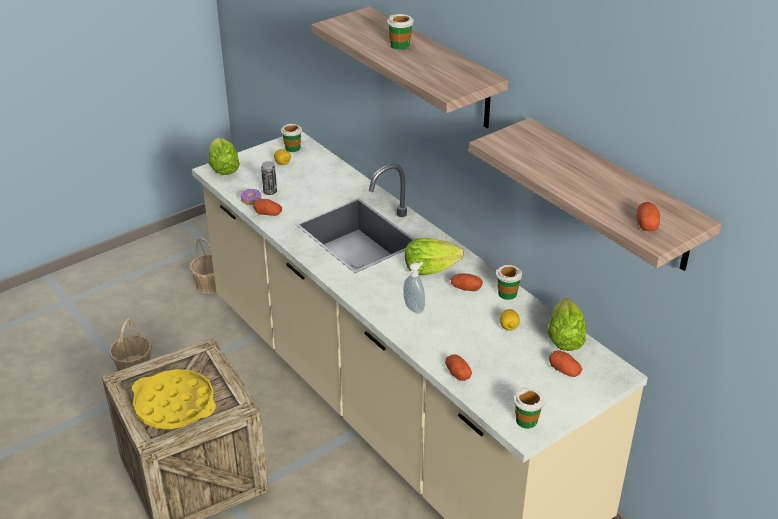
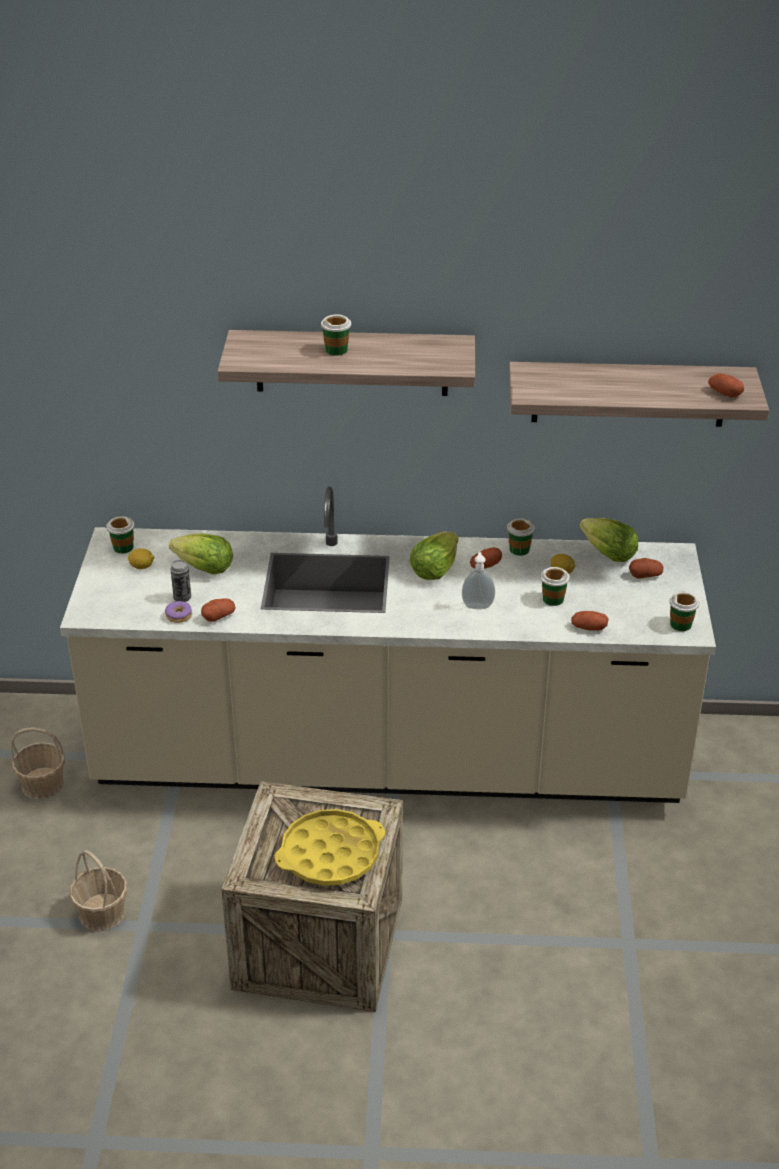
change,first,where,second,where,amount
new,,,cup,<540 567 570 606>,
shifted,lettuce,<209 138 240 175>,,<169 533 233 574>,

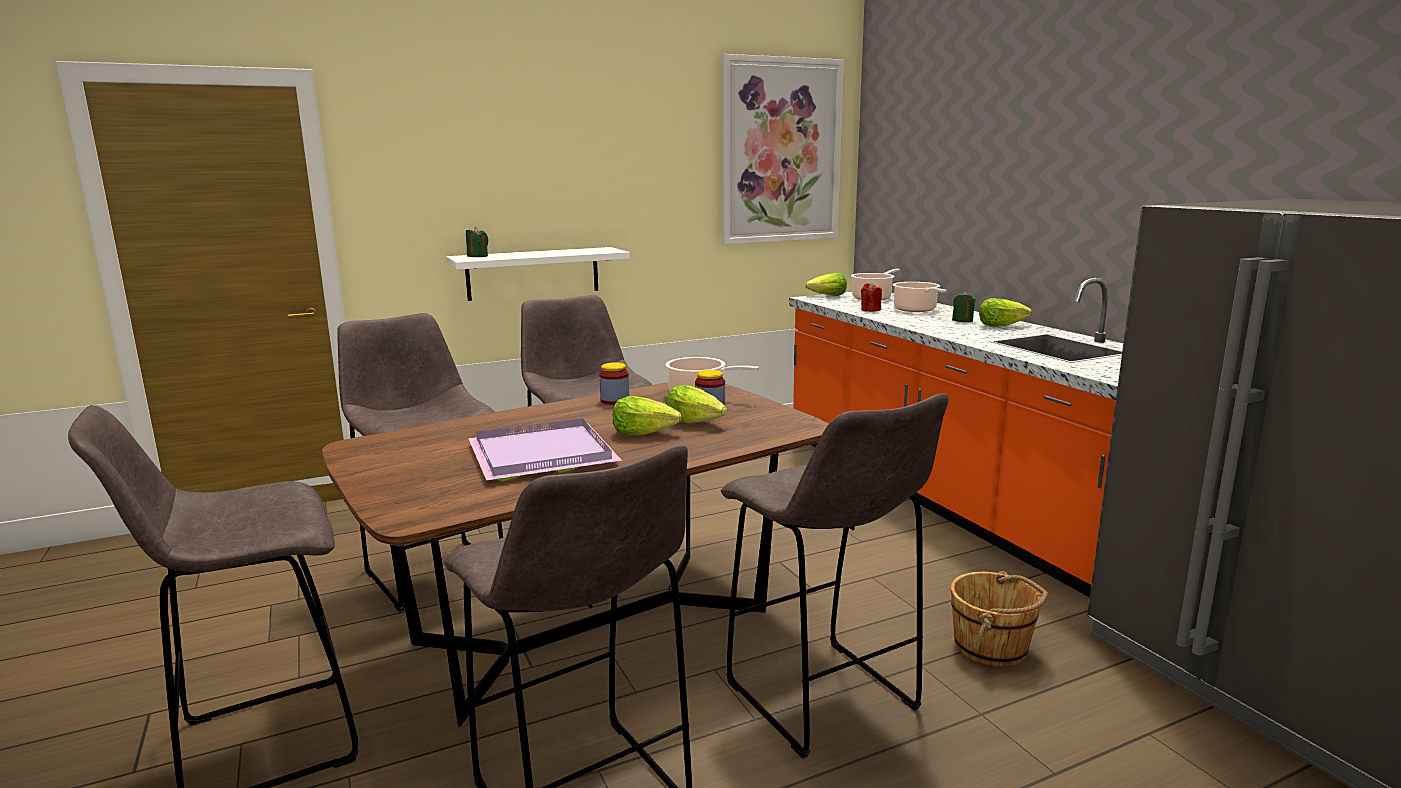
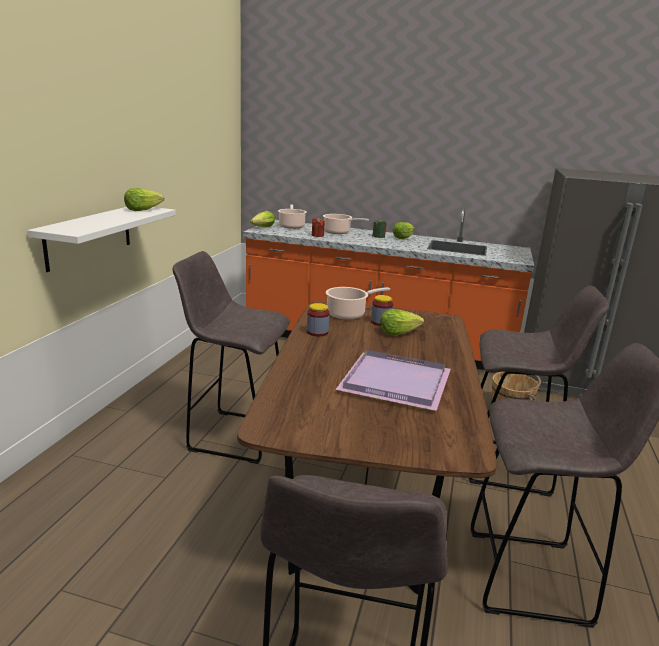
change,first,where,second,where,amount
gone,stool in grey,<337 313 503 612>,,,
gone,candle in green,<466 227 488 257>,,,
gone,picture,<722 54 844 244>,,,
shifted,lettuce,<613 396 682 435>,,<124 188 164 211>,

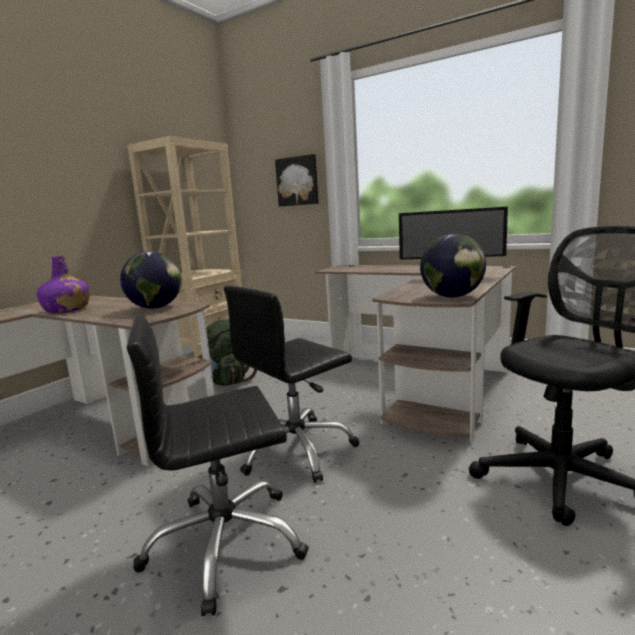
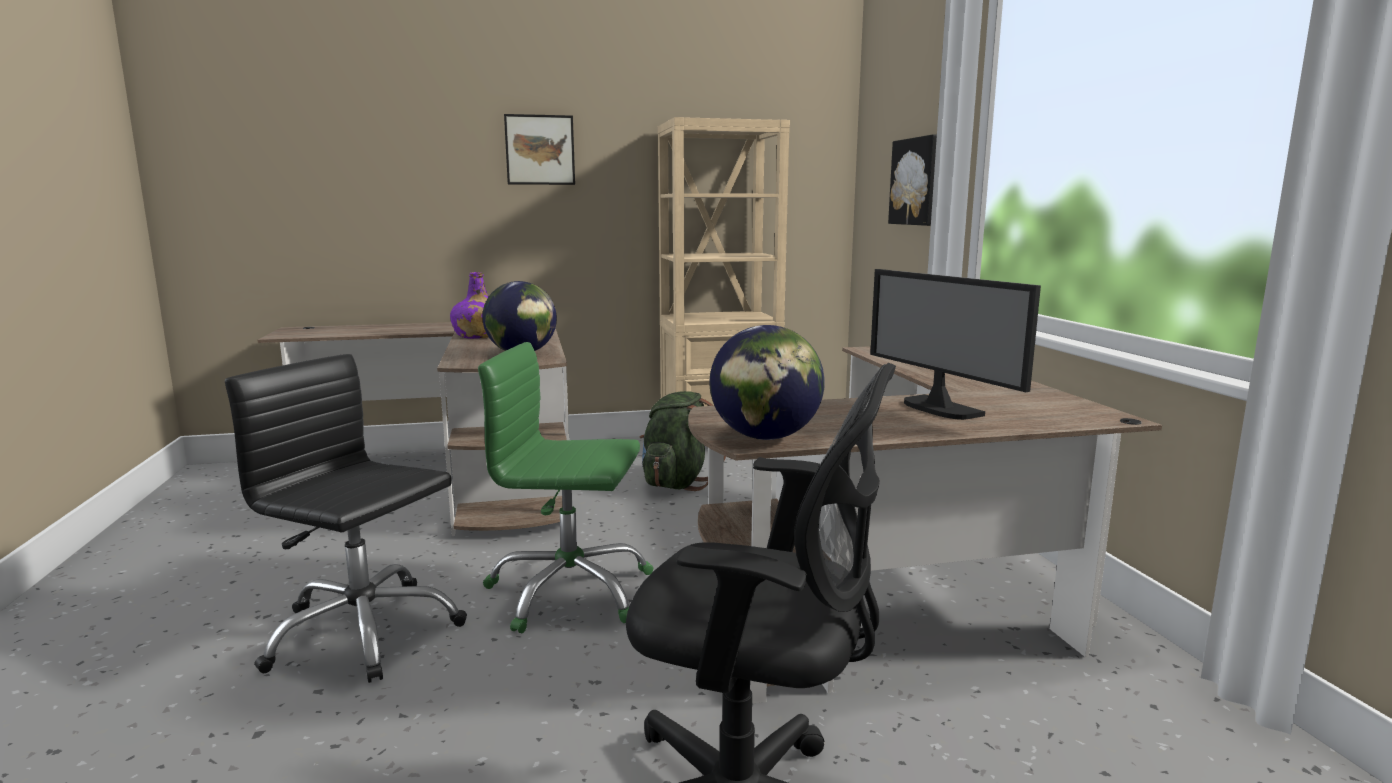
change,first,where,second,where,amount
new,,,picture,<504 114 575 185>,
repainted,office chair in black,<224 286 360 483>,office chair in green,<478 342 653 633>,

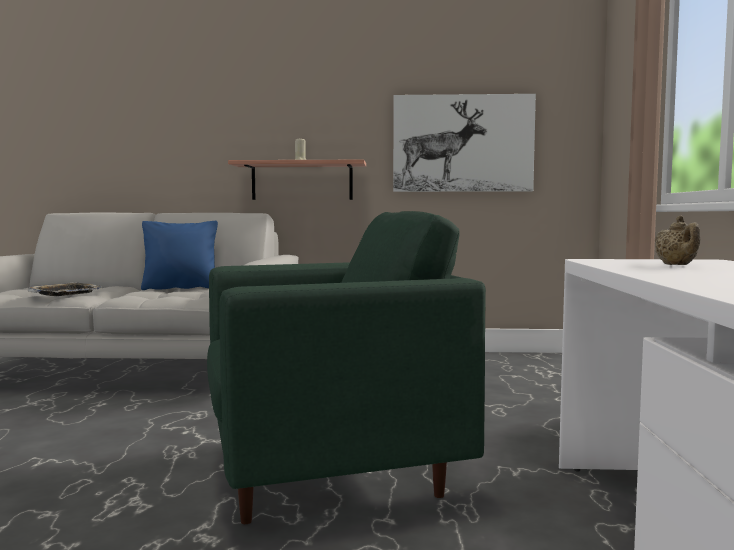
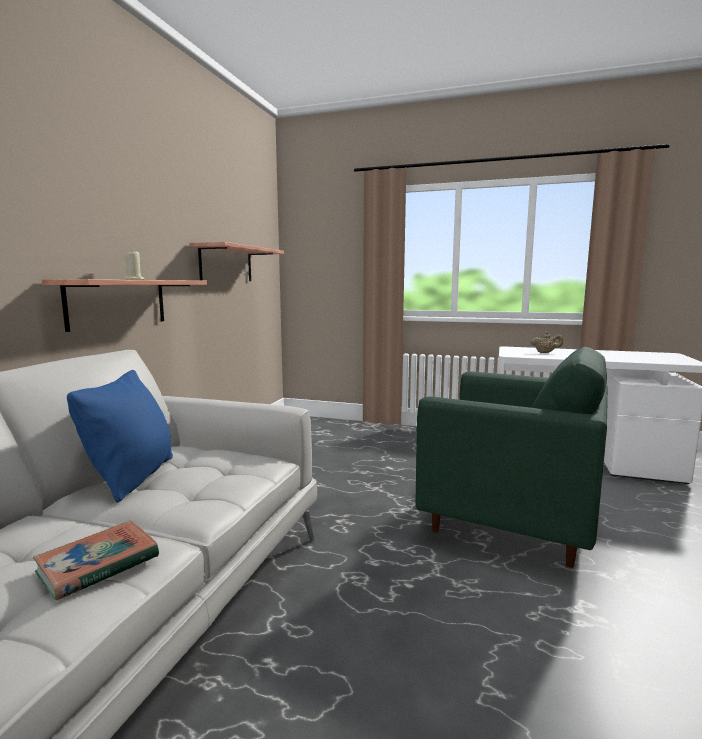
change,first,where,second,where,amount
swapped,tray,<28 283 102 296>,book,<33 521 159 601>,
swapped,picture,<393 94 536 192>,shelf,<189 242 284 281>,
rotated,armchair in green,<207 211 486 524>,,<416 347 608 568>,120 degrees clockwise

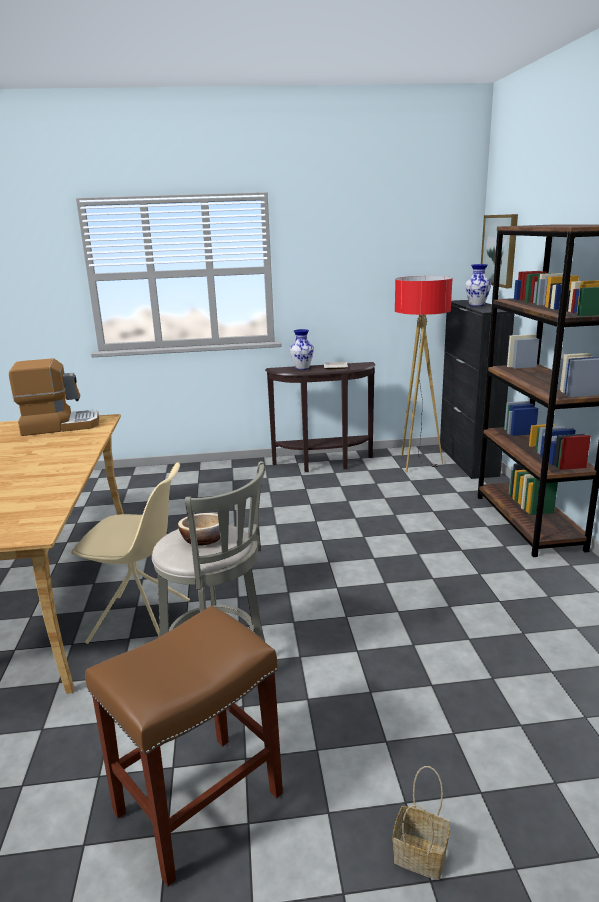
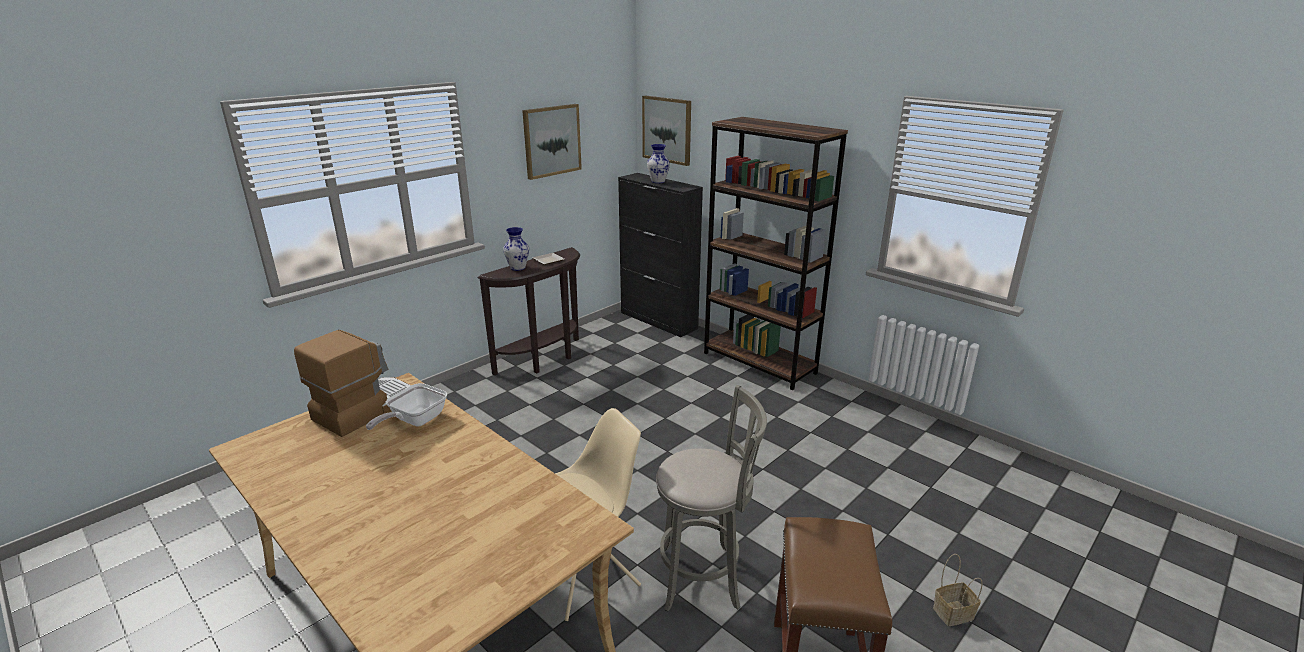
change,first,where,second,where,amount
gone,bowl,<178 513 220 546>,,,
gone,floor lamp,<395 276 452 472>,,,
new,,,frying pan,<366 383 447 430>,
new,,,picture,<522 104 582 180>,

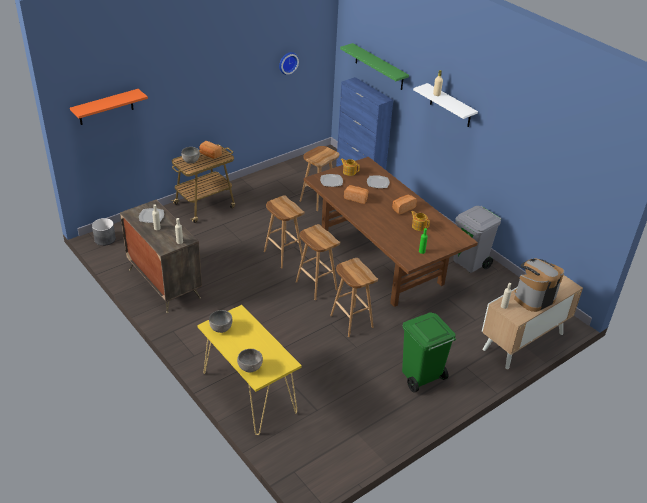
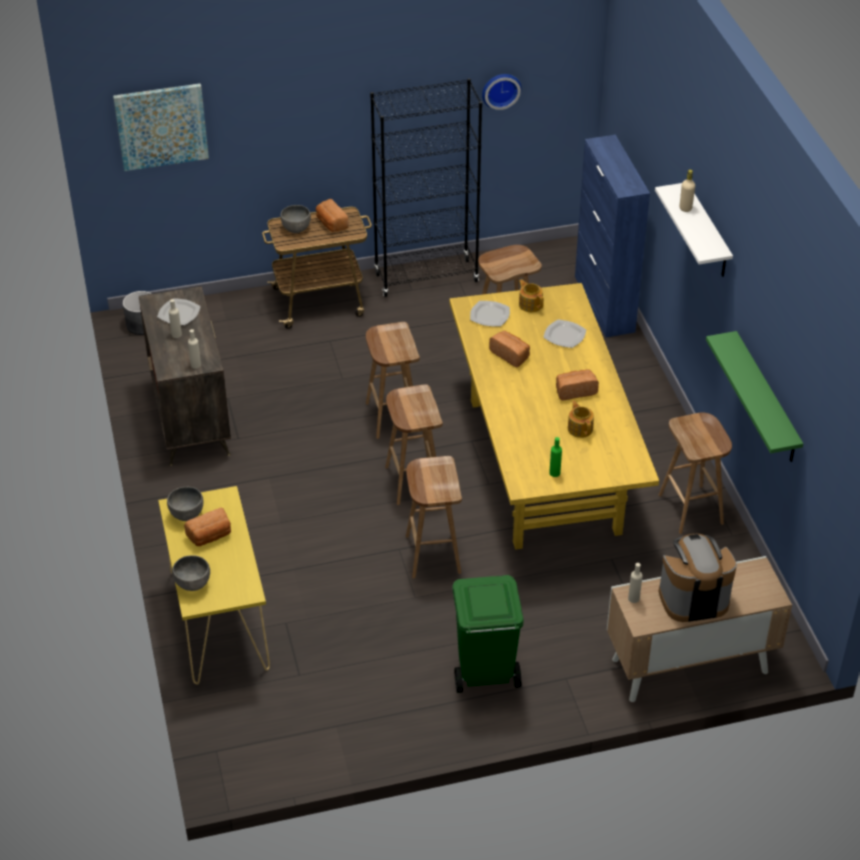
change,first,where,second,where,amount
new,,,bread,<184 507 231 546>,
new,,,bookcase in black,<370 78 482 297>,
shifted,shelf in green,<340 43 409 90>,,<706 331 803 462>,
swapped,shelf in orange,<70 89 148 125>,picture,<113 84 209 171>,
swapped,trash can in grey,<453 206 502 273>,stool in brown,<659 413 732 534>,
repainted,dining table in brown,<304 157 478 307>,dining table in yellow,<450 283 659 550>,

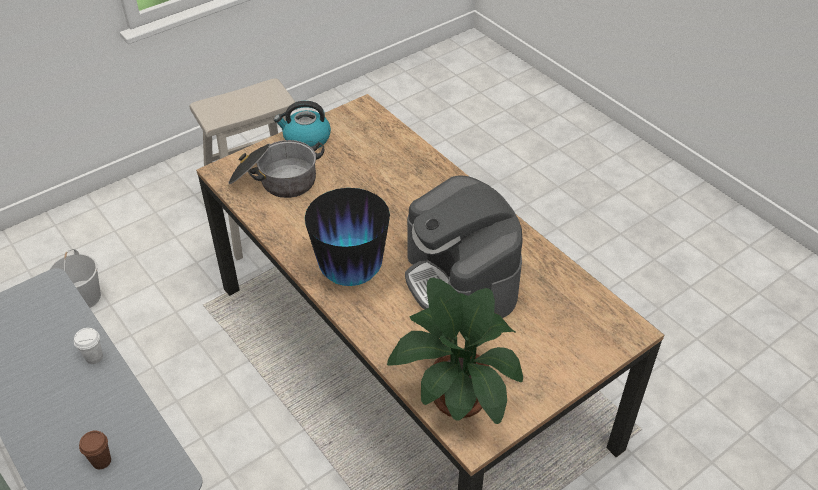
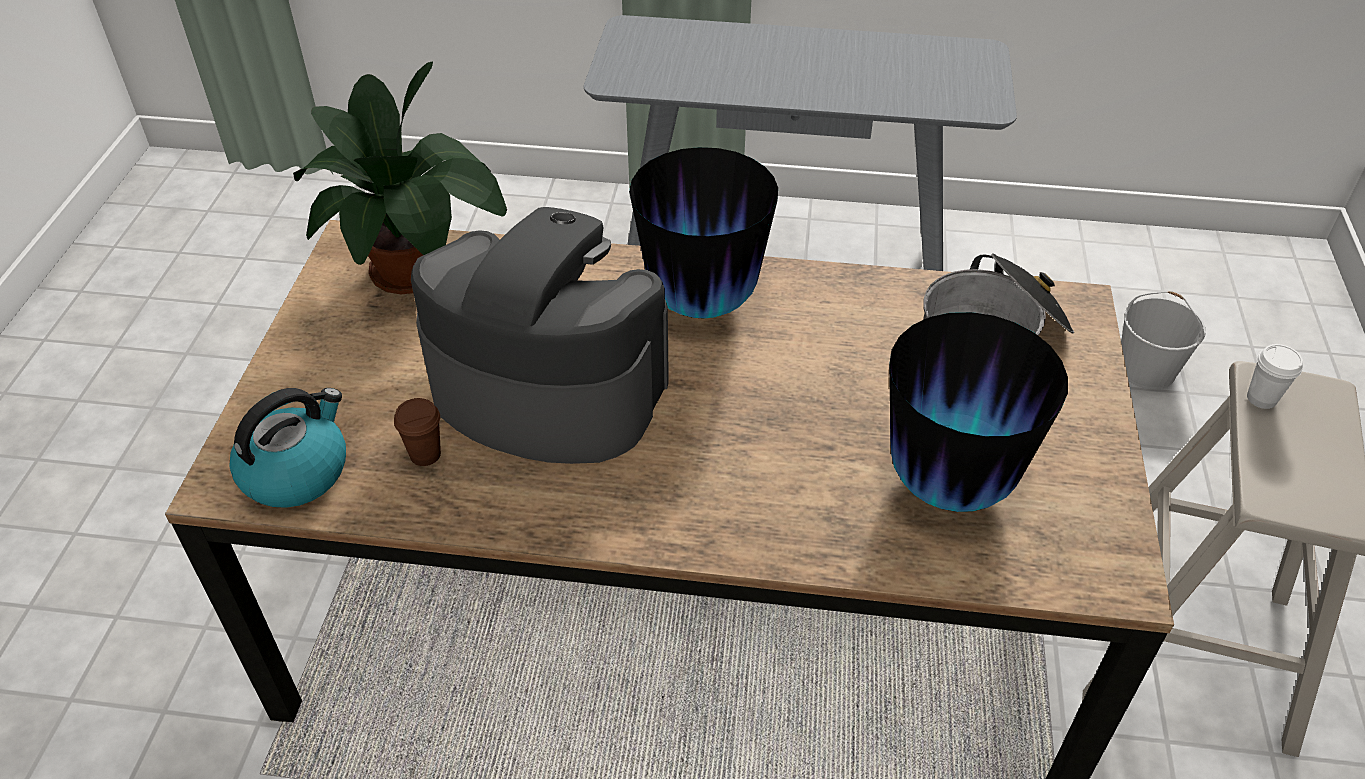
change,first,where,second,where,amount
new,,,vase,<889 312 1068 512>,
shifted,cup in white,<74 328 103 364>,,<1247 344 1303 409>,
shifted,cup in brown,<79 430 111 469>,,<394 398 441 466>,
shifted,kettle,<274 101 331 148>,,<230 388 346 508>,

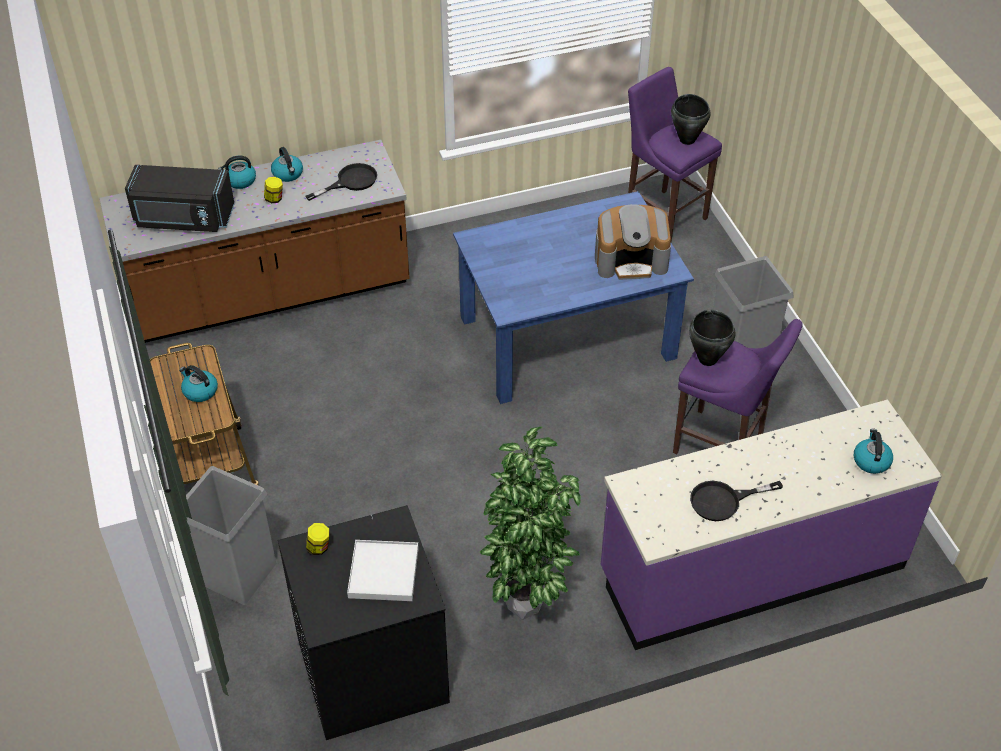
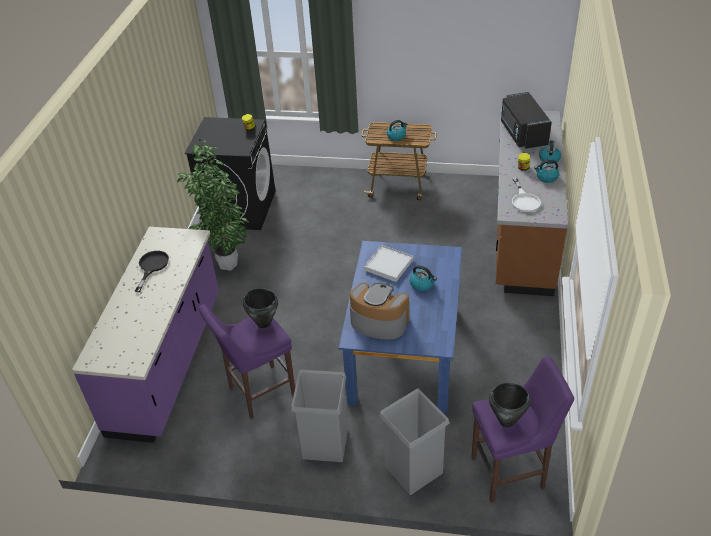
change,first,where,second,where,amount
shifted,trash can in grey,<186 466 276 605>,,<379 389 450 495>,
shifted,tray in white,<347 540 419 601>,,<364 245 413 282>,
shifted,kettle,<854 428 893 474>,,<410 265 437 291>,
repainted,frying pan in black,<305 163 377 201>,frying pan in white,<512 177 541 212>,
rotated,microwave in black,<125 165 235 232>,,<501 92 552 150>,45 degrees counterclockwise
rotated,coffee machine,<595 204 671 280>,,<349 282 410 339>,90 degrees clockwise

